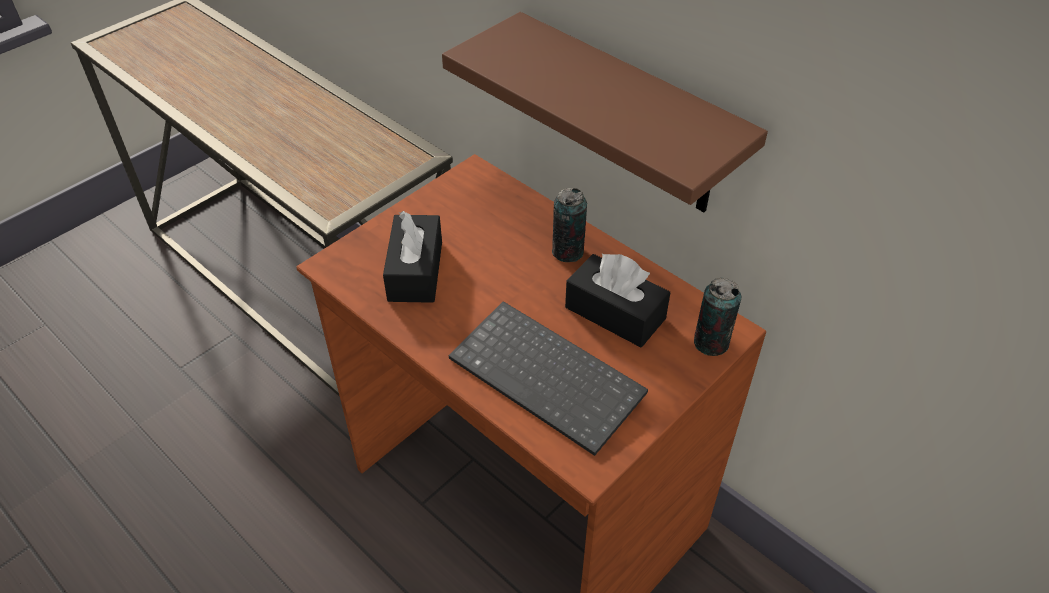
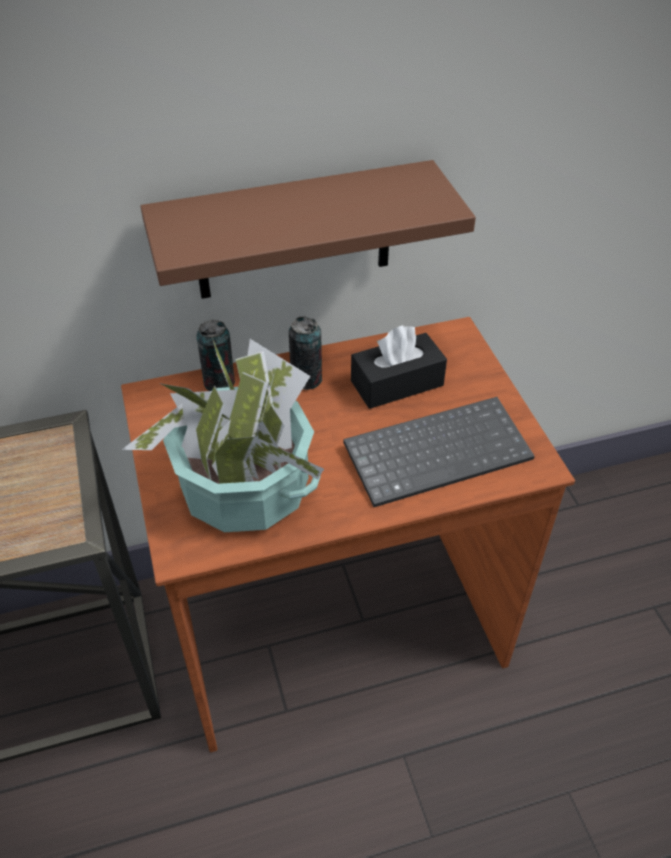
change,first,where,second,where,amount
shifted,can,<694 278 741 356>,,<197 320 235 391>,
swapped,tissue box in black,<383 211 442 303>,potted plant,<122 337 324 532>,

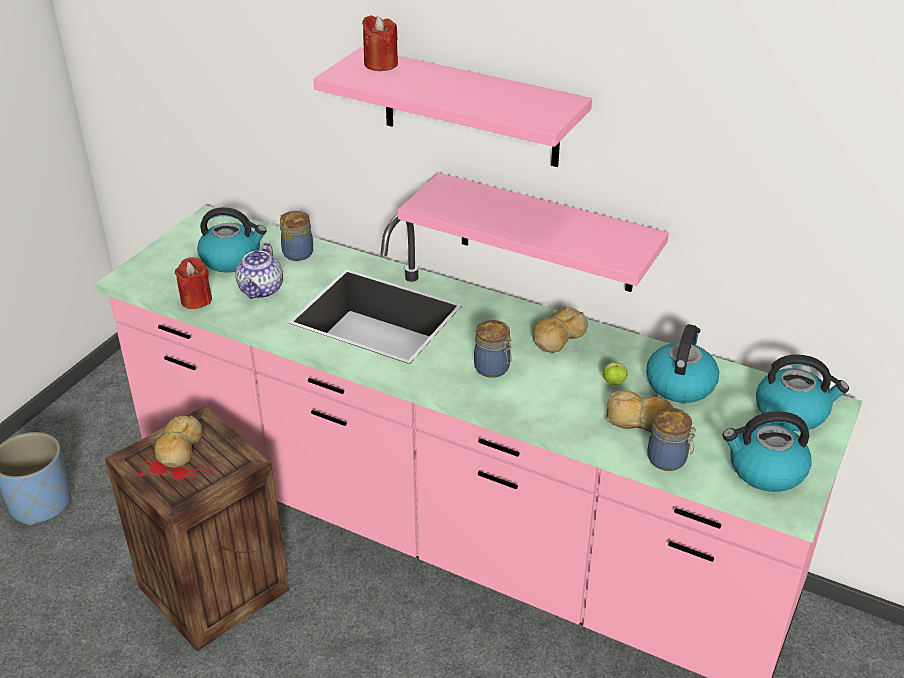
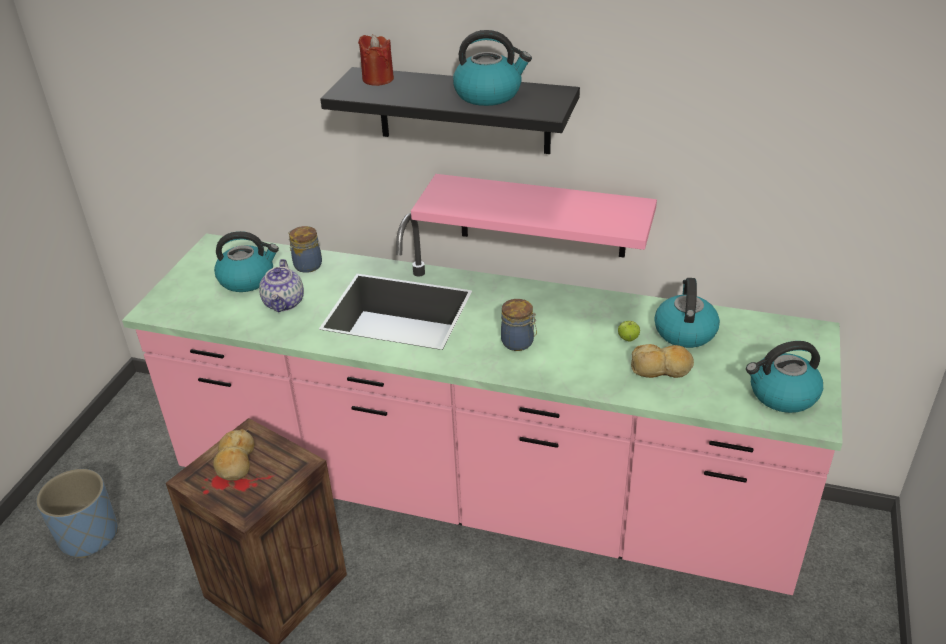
change,first,where,second,where,amount
gone,candle in red,<175 257 212 309>,,,
gone,bread,<532 307 588 353>,,,
gone,jar,<647 408 696 471>,,,
shifted,kettle,<756 354 849 431>,,<453 30 532 106>,
repainted,shelf in pink,<313 48 592 167>,shelf in black,<320 67 580 154>,

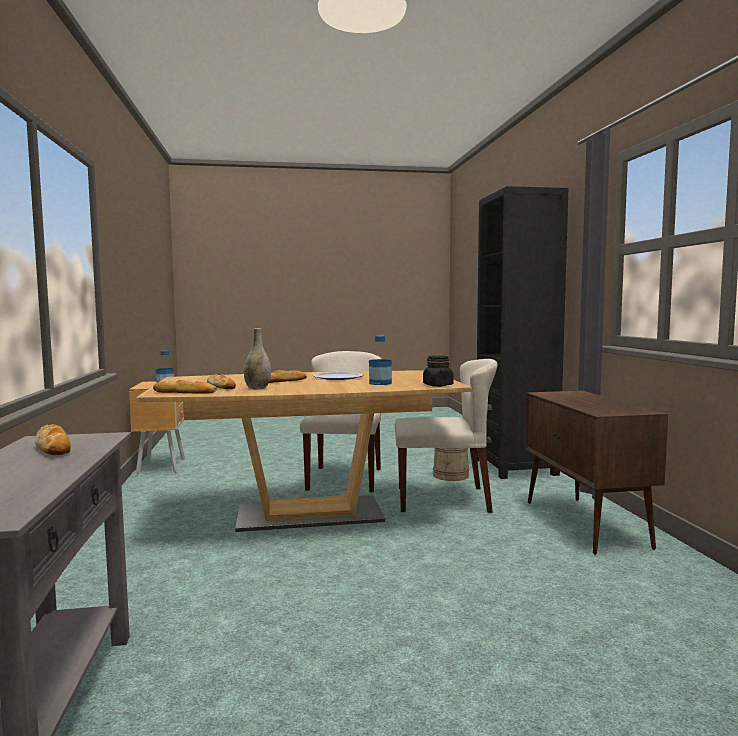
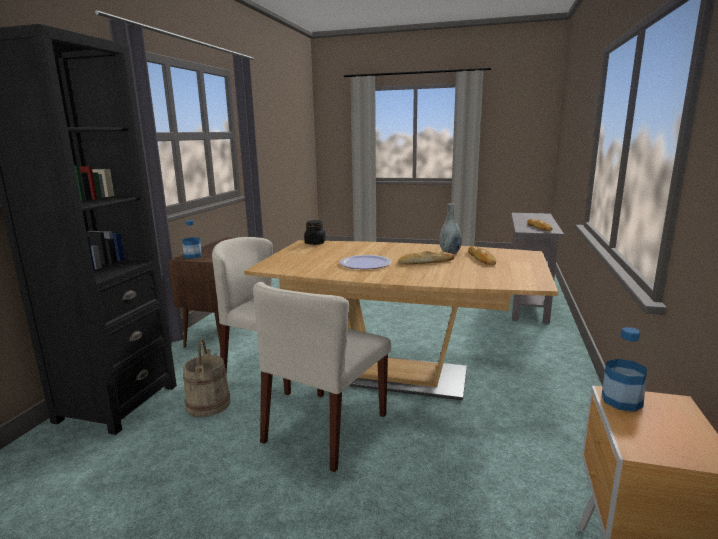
change,first,where,second,where,amount
gone,bread,<153 380 217 394>,,,
shifted,bottle,<369 336 392 385>,,<182 220 202 259>,

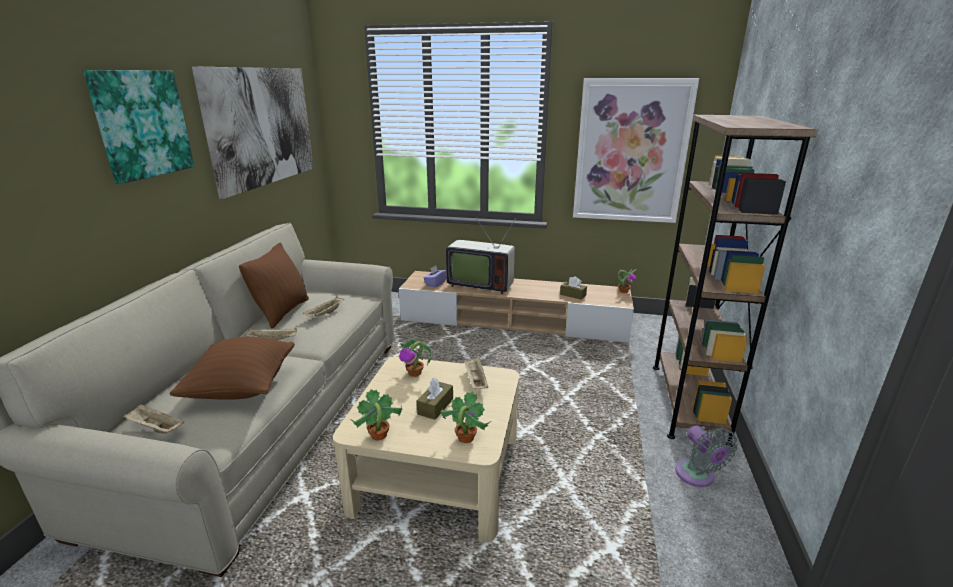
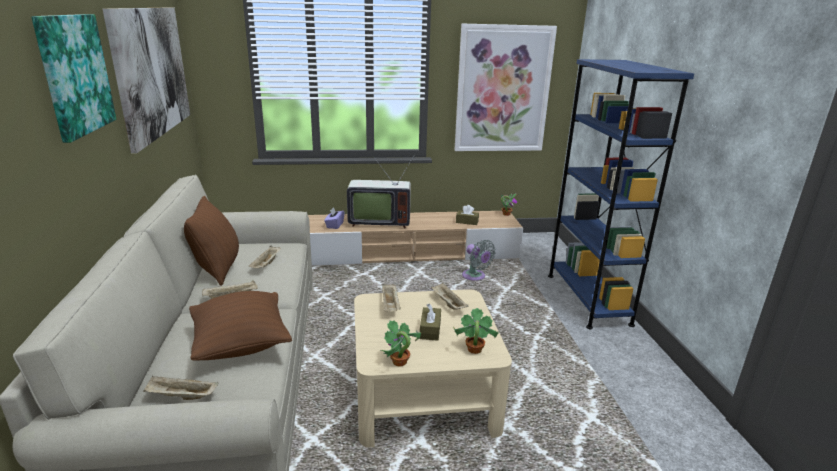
change,first,where,second,where,amount
shifted,fan in grey,<675 425 738 487>,,<462 240 496 281>,
swapped,potted plant,<399 339 432 377>,tray in beige,<382 284 400 312>,
repainted,bookcase in brown,<653 115 818 447>,bookcase in blue,<548 59 694 329>,

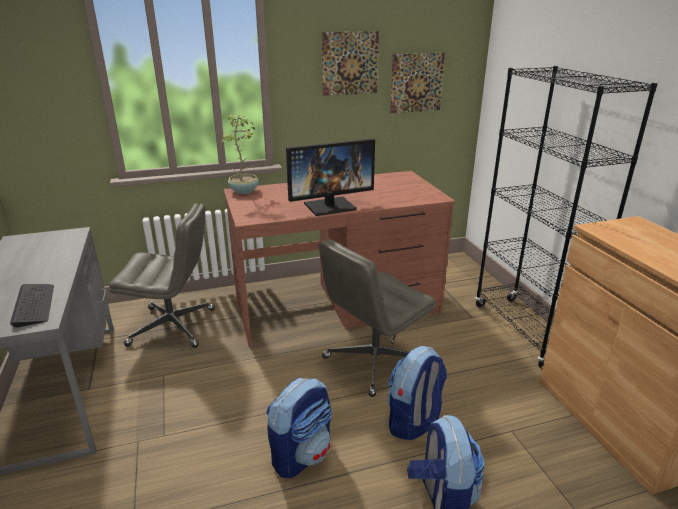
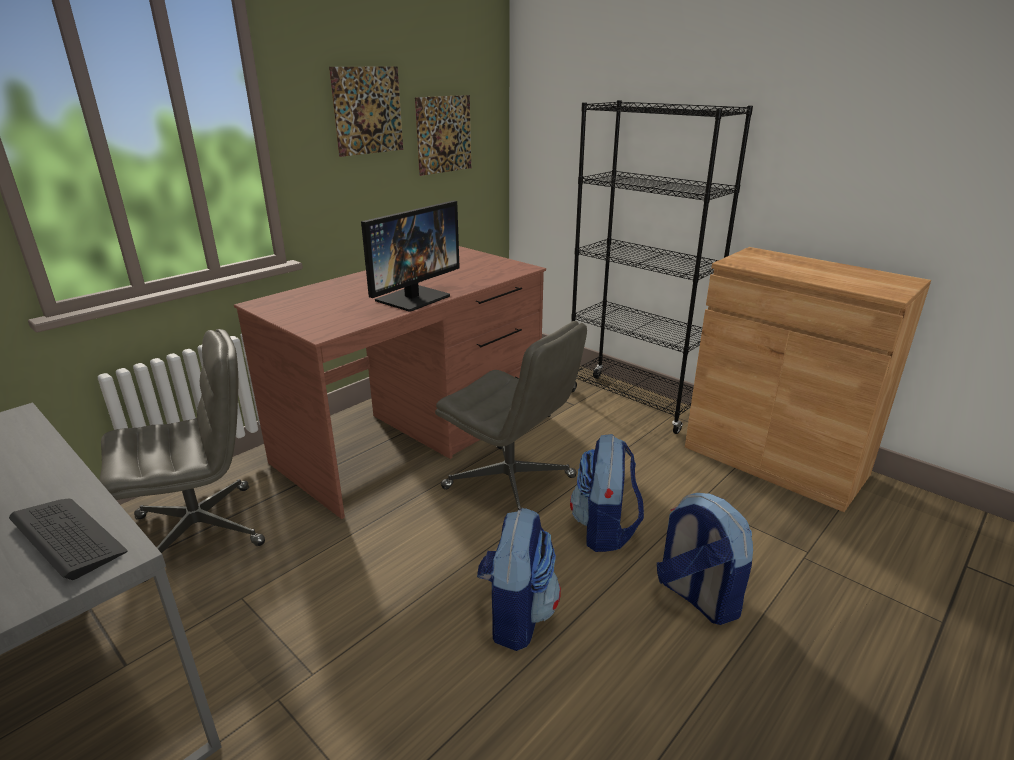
change,first,where,second,where,amount
gone,potted plant,<221 115 259 194>,,,
rotated,office chair in grey,<319 239 436 397>,,<435 321 587 510>,75 degrees counterclockwise

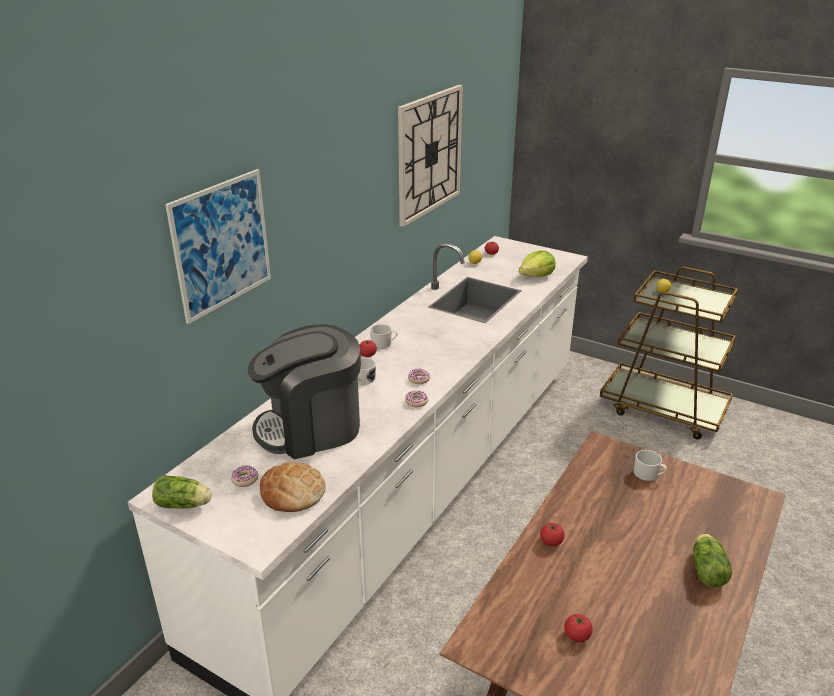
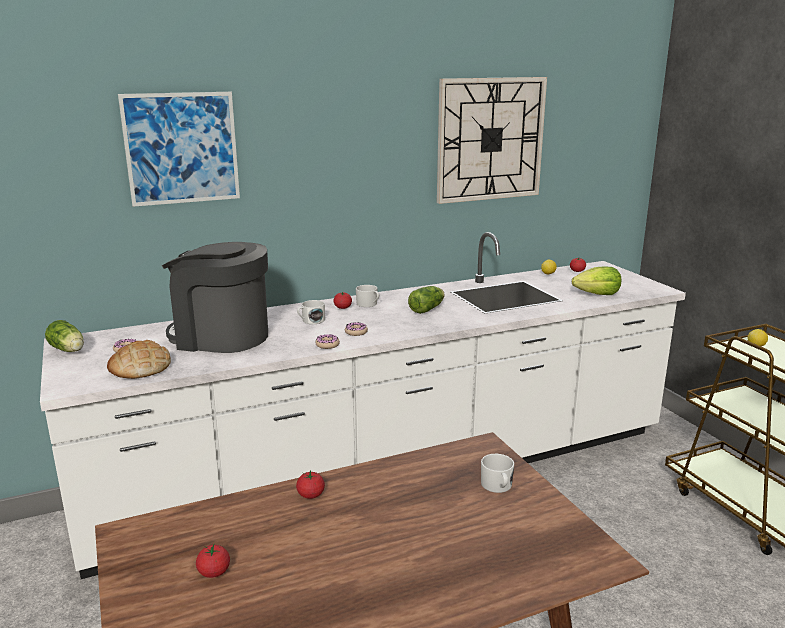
change,first,where,second,where,amount
shifted,lettuce,<693 534 732 587>,,<408 286 445 314>,

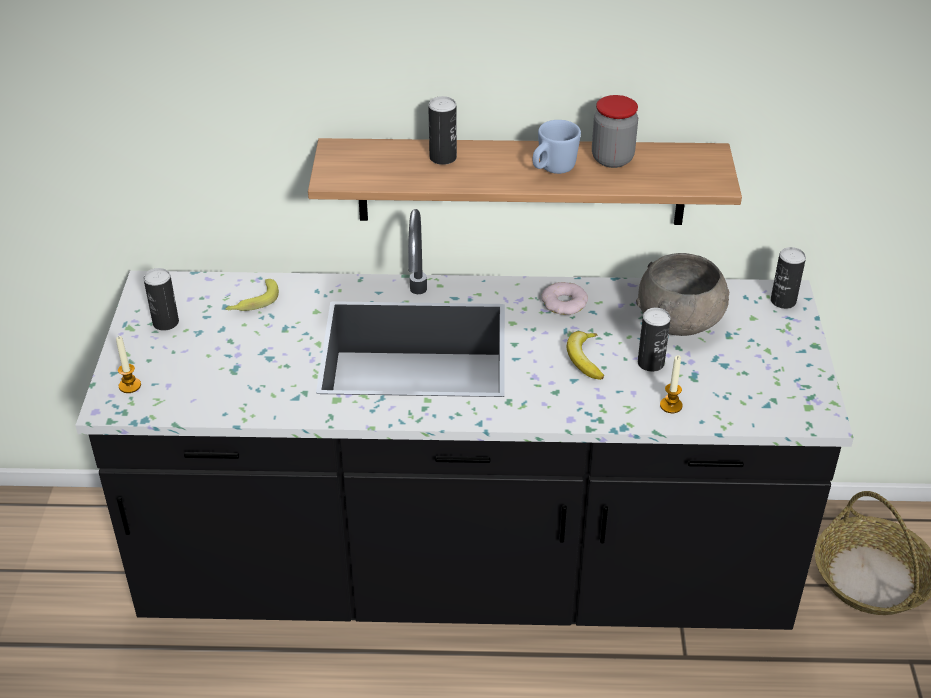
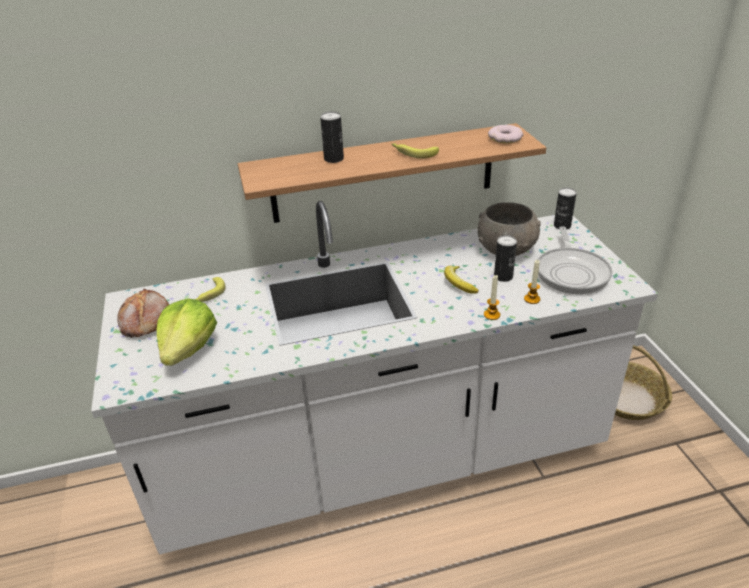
change,first,where,second,where,amount
gone,jar,<592 95 638 168>,,,
new,,,lettuce,<157 298 217 366>,
new,,,frying pan,<538 226 612 294>,
shifted,candle,<116 336 141 393>,,<484 275 500 320>,
shifted,donut,<541 282 588 315>,,<488 125 523 143>,
swapped,can,<144 268 179 331>,bread,<117 288 169 338>,
swapped,mug in blue,<533 120 581 174>,banana,<392 143 439 159>,
repainted,counter in black,<75 209 854 630>,counter in white,<91 201 658 555>,

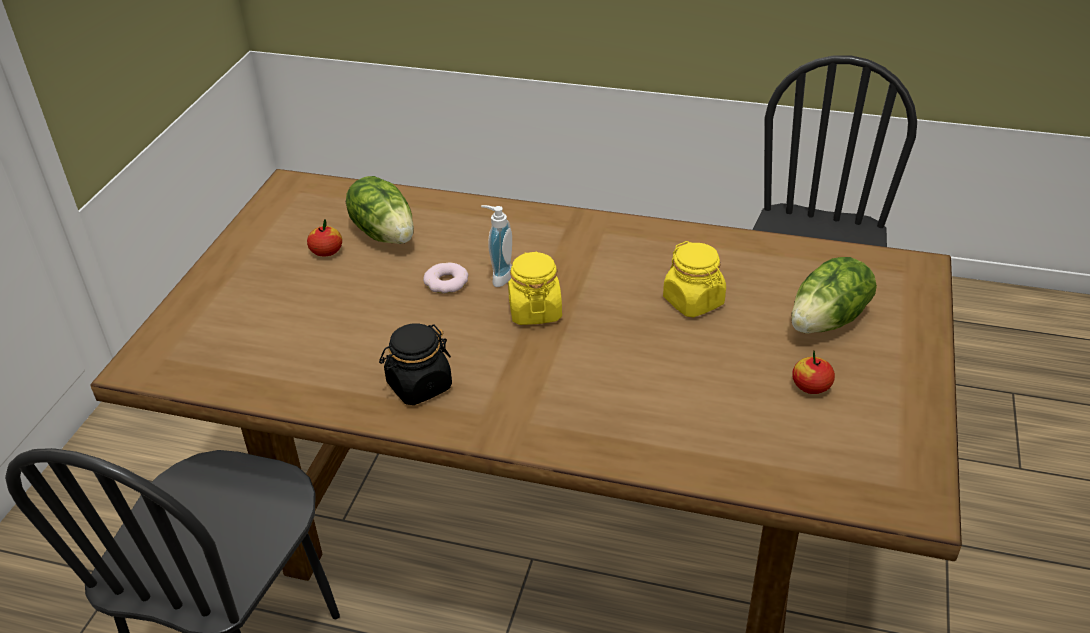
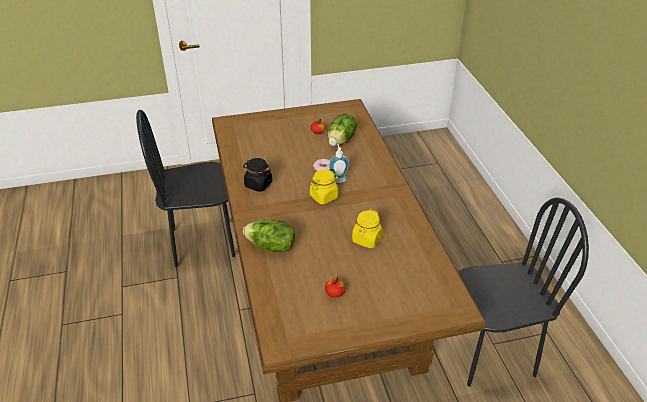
change,first,where,second,where,amount
shifted,lettuce,<791 257 877 334>,,<243 219 295 252>,

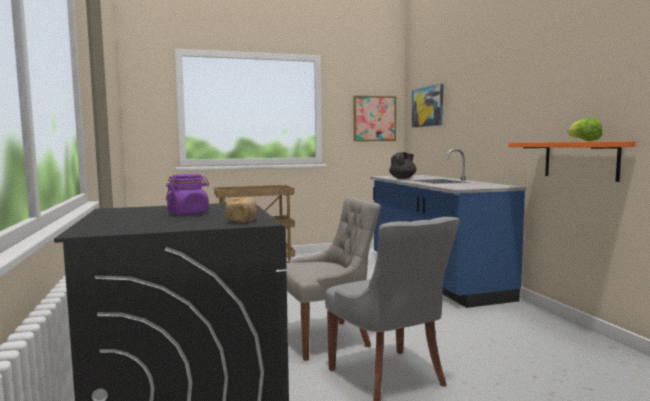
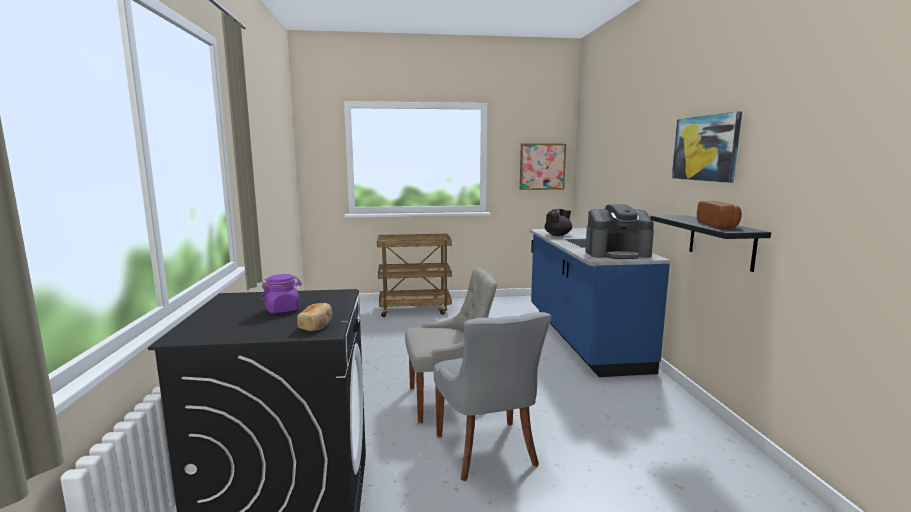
change,first,where,second,where,amount
new,,,coffee machine,<585 204 654 259>,
shifted,picture,<412 84 443 128>,,<672 111 742 183>,
swapped,lettuce,<568 117 602 141>,bread,<697 201 742 228>,
repainted,shelf in orange,<508 141 635 182>,shelf in black,<650 215 771 272>,

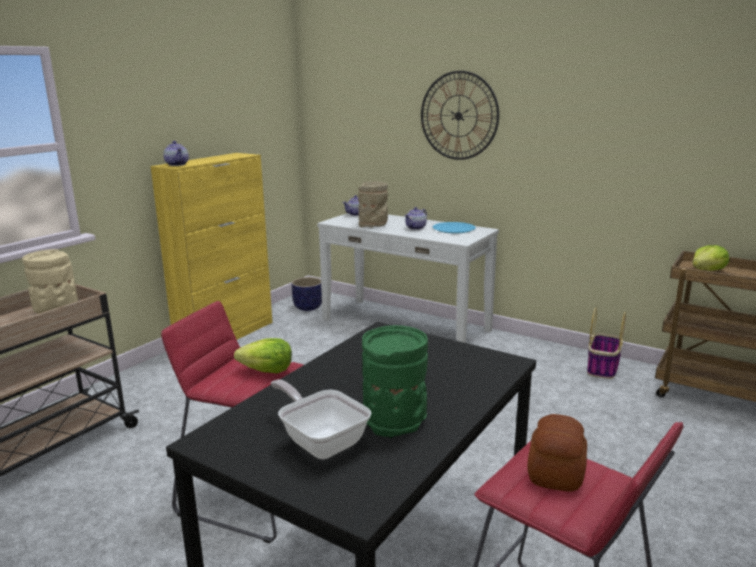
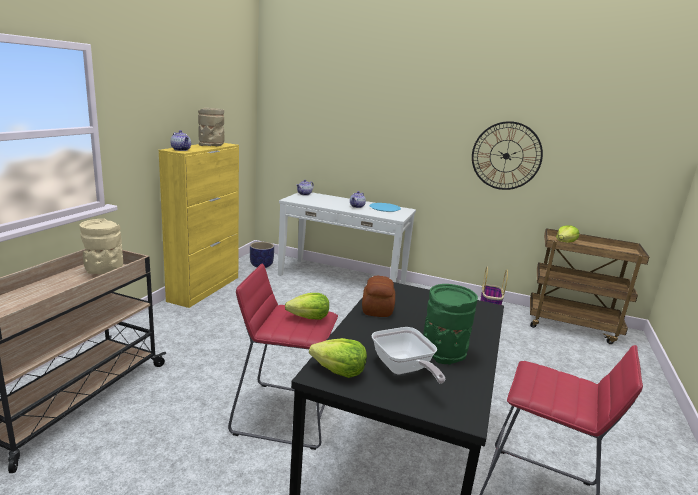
change,first,where,second,where,amount
new,,,lettuce,<309 338 367 378>,
shifted,vase in beige,<358 182 388 228>,,<198 108 224 146>,
shifted,wall clock,<421 71 499 160>,,<472 121 543 190>,
shifted,bread,<527 414 587 491>,,<362 276 395 317>,
rotated,frying pan,<271 379 372 459>,,<372 327 445 384>,150 degrees counterclockwise

